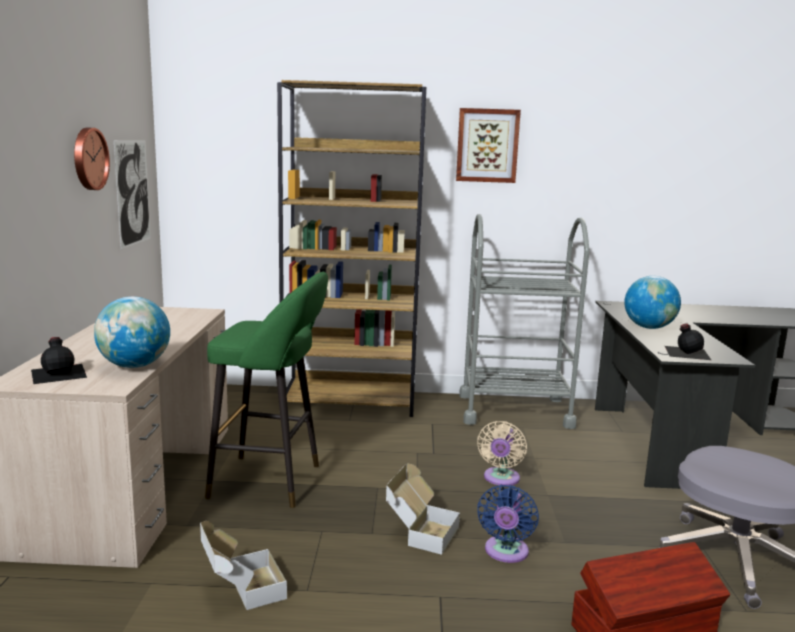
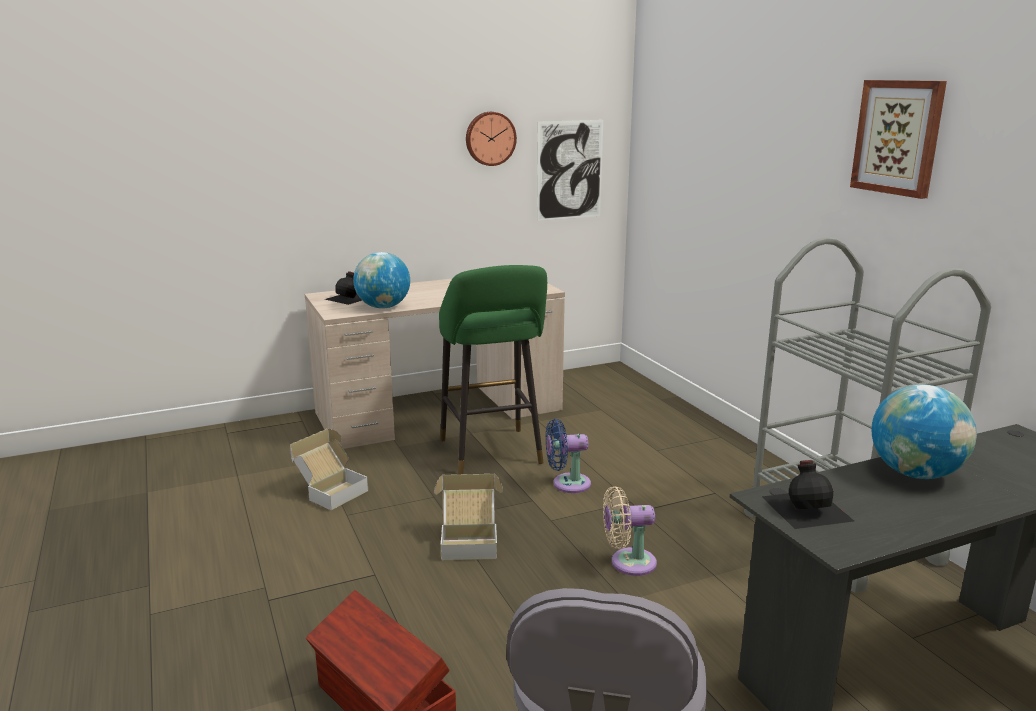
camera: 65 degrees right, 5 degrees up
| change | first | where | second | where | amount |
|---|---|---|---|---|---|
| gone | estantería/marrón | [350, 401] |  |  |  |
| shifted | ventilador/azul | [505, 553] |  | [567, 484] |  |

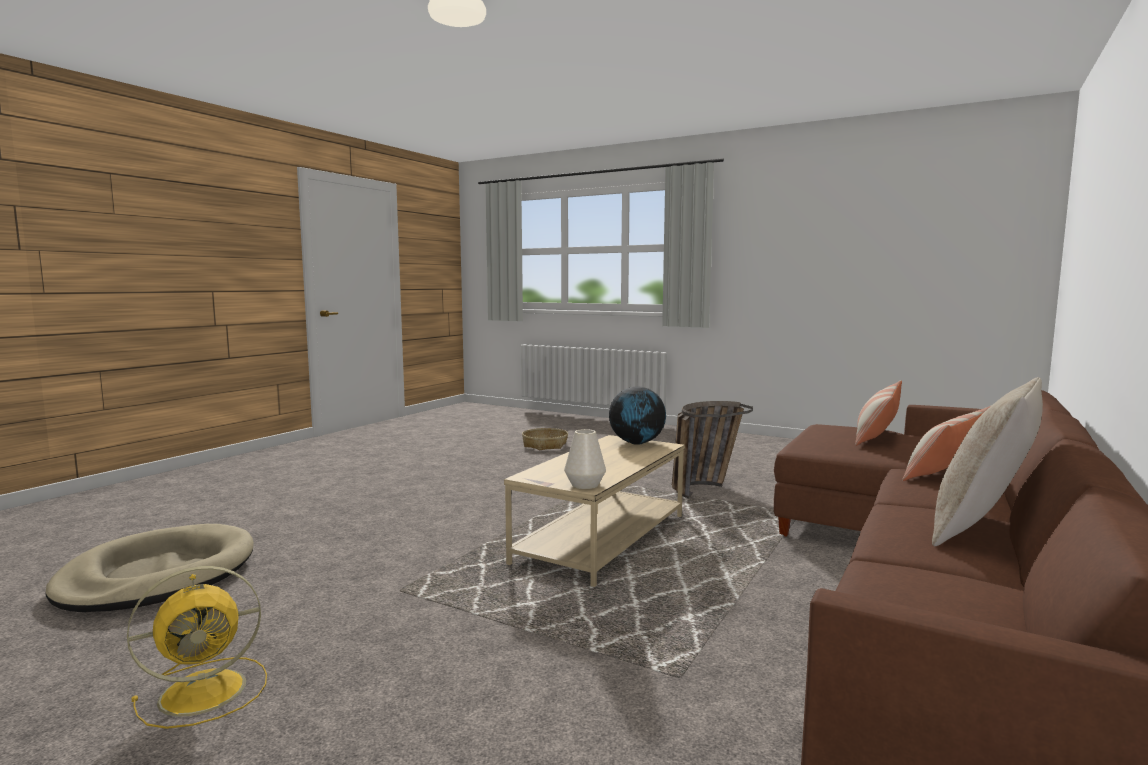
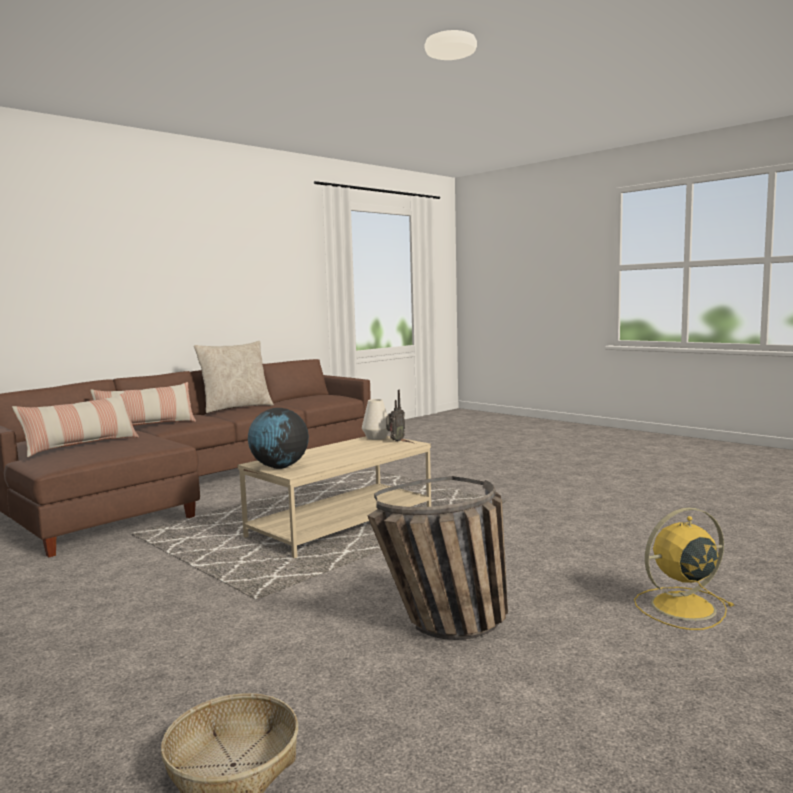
camera: 165 degrees left, 0 degrees up
| change | first | where | second | where | amount |
|---|---|---|---|---|---|
| gone | cama para perro/beis | [158, 575] |  |  |  |
| shifted | ventilador/amarillo | [207, 691] |  | [680, 607] |  |
| shifted | cesta | [705, 488] |  | [446, 629] |  |
| new |  |  | radio | [395, 441] |  |

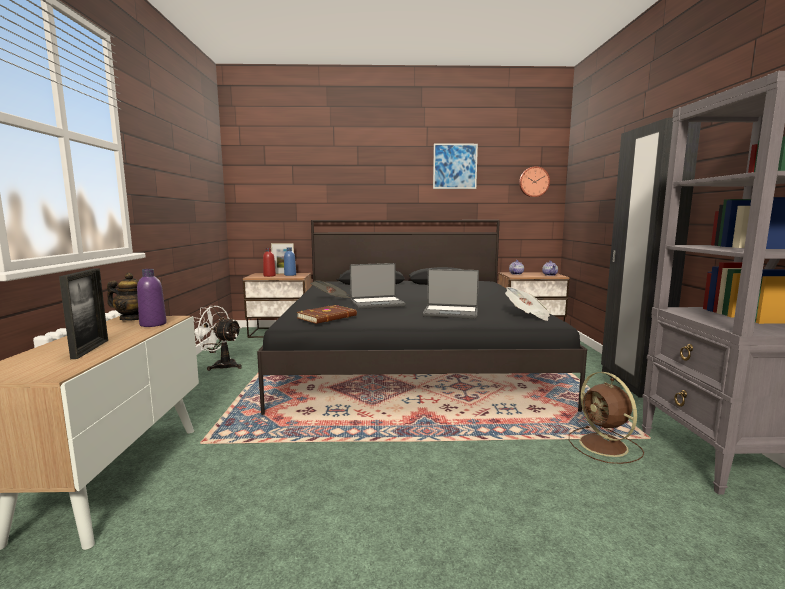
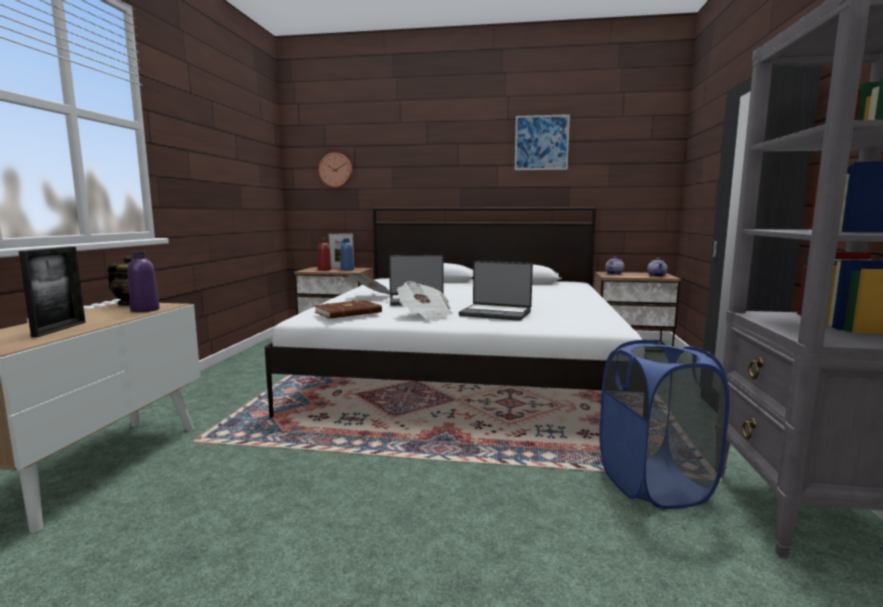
camera: 10 degrees right, 0 degrees up
| change | first | where | second | where | amount |
|---|---|---|---|---|---|
| gone | ventilador/blanco | [220, 365] |  |  |  |
| repainted | cama/negro | [411, 358] | cama/blanco | [468, 368] |  |
| shifted | periódico | [528, 316] |  | [424, 316] |  |
| shifted | reloj de pared | [533, 182] |  | [336, 170] |  |
| swapped | ventilador/marrón | [605, 446] | cesto de la ropa/azul | [654, 484] |  |

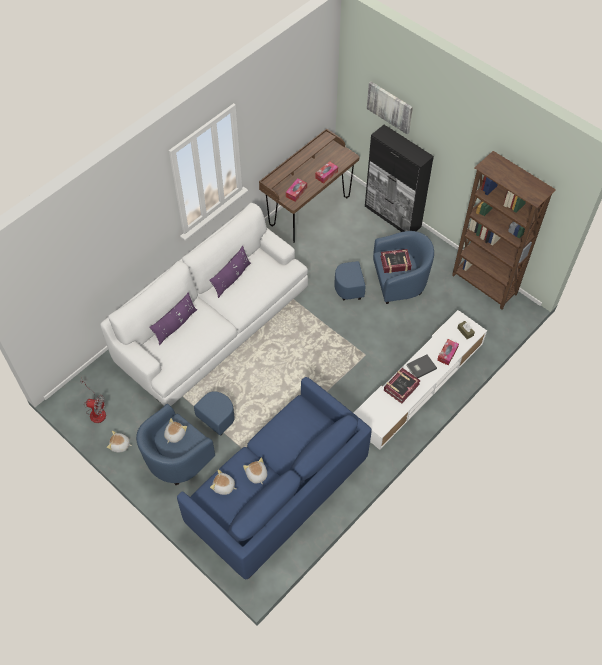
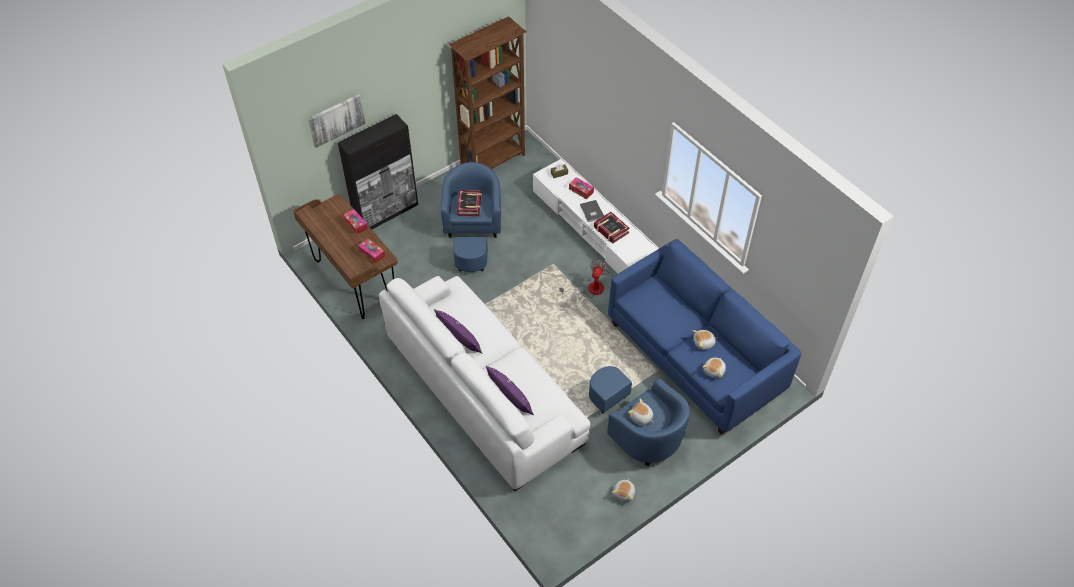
camera: 80 degrees left, 5 degrees down
| change | first | where | second | where | amount |
|---|---|---|---|---|---|
| shifted | ventilador | [95, 411] |  | [590, 290] |  |

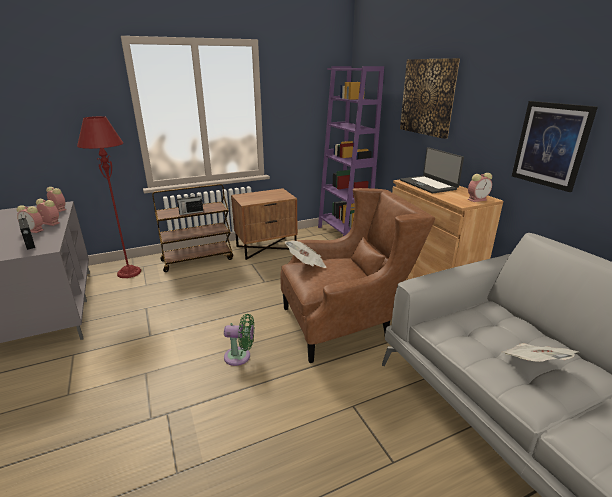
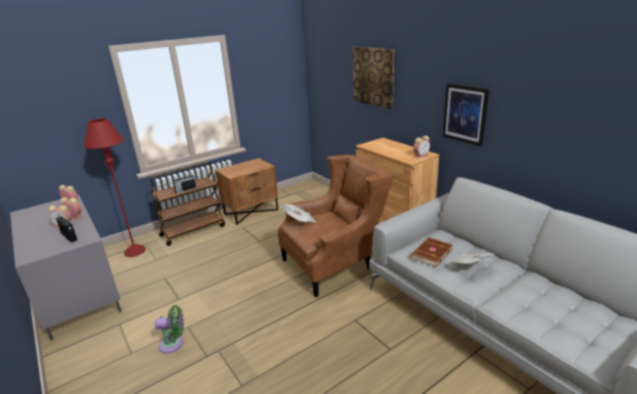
camera: 10 degrees left, 0 degrees up
| change | first | where | second | where | amount |
|---|---|---|---|---|---|
| shifted | ventilador/verde | [240, 356] |  | [173, 344] |  |
| gone | estantería/morado | [343, 234] |  |  |  |
| gone | portátil | [428, 185] |  |  |  |
| new |  |  | libro/marrón | [430, 253] |  |

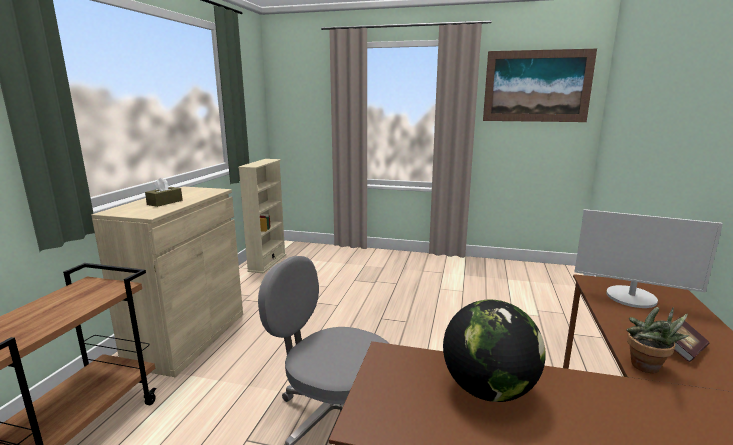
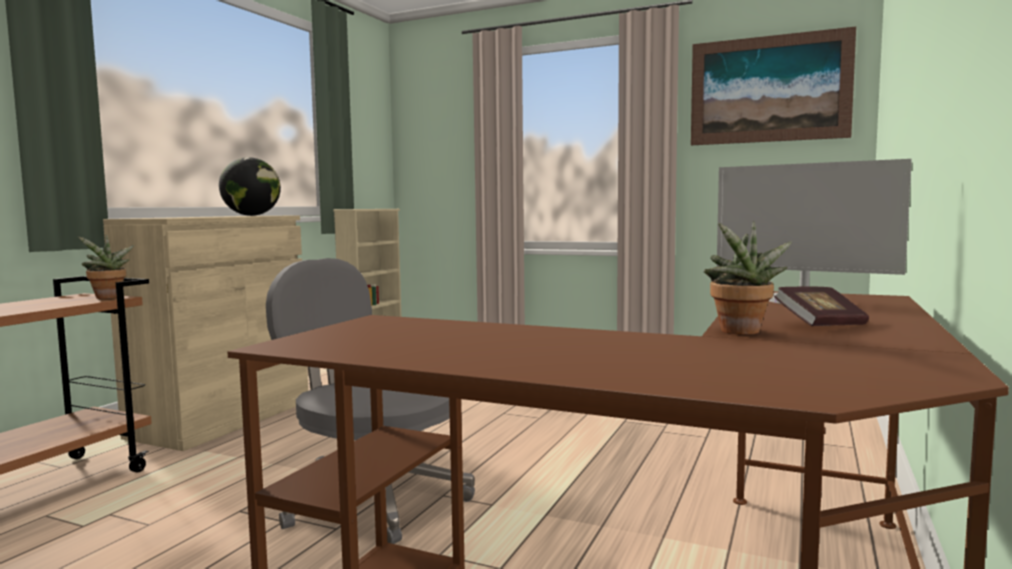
camera: 10 degrees right, 10 degrees down
| change | first | where | second | where | amount |
|---|---|---|---|---|---|
| gone | caja de pañuelos/marrón | [165, 202] |  |  |  |
| shifted | globo terráqueo | [488, 390] |  | [251, 215] |  |
| new |  |  | planta en maceta | [108, 298] |  |

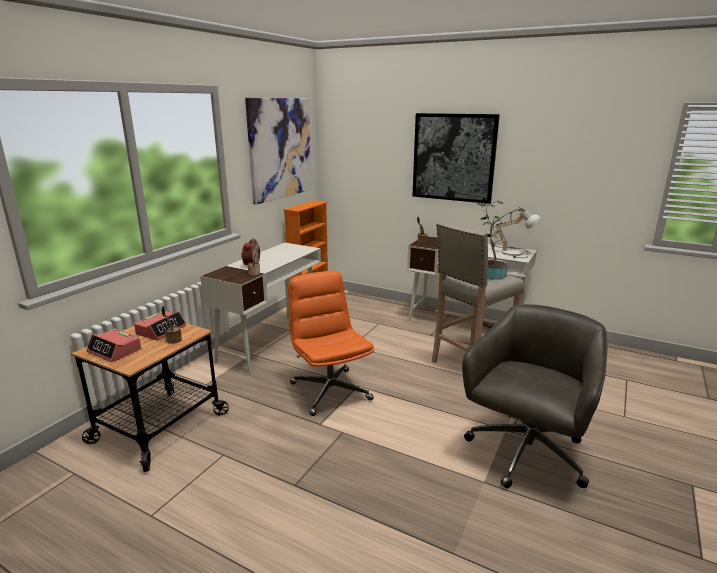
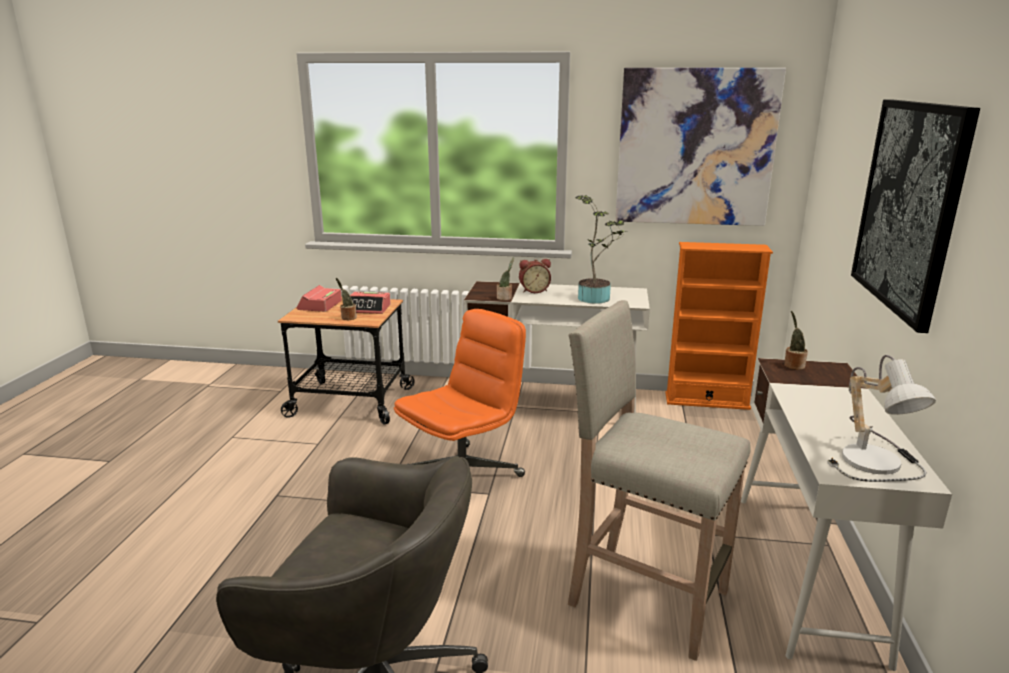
camera: 70 degrees right, 0 degrees up
| change | first | where | second | where | amount |
|---|---|---|---|---|---|
| shifted | planta en maceta | [491, 274] |  | [596, 297] |  |

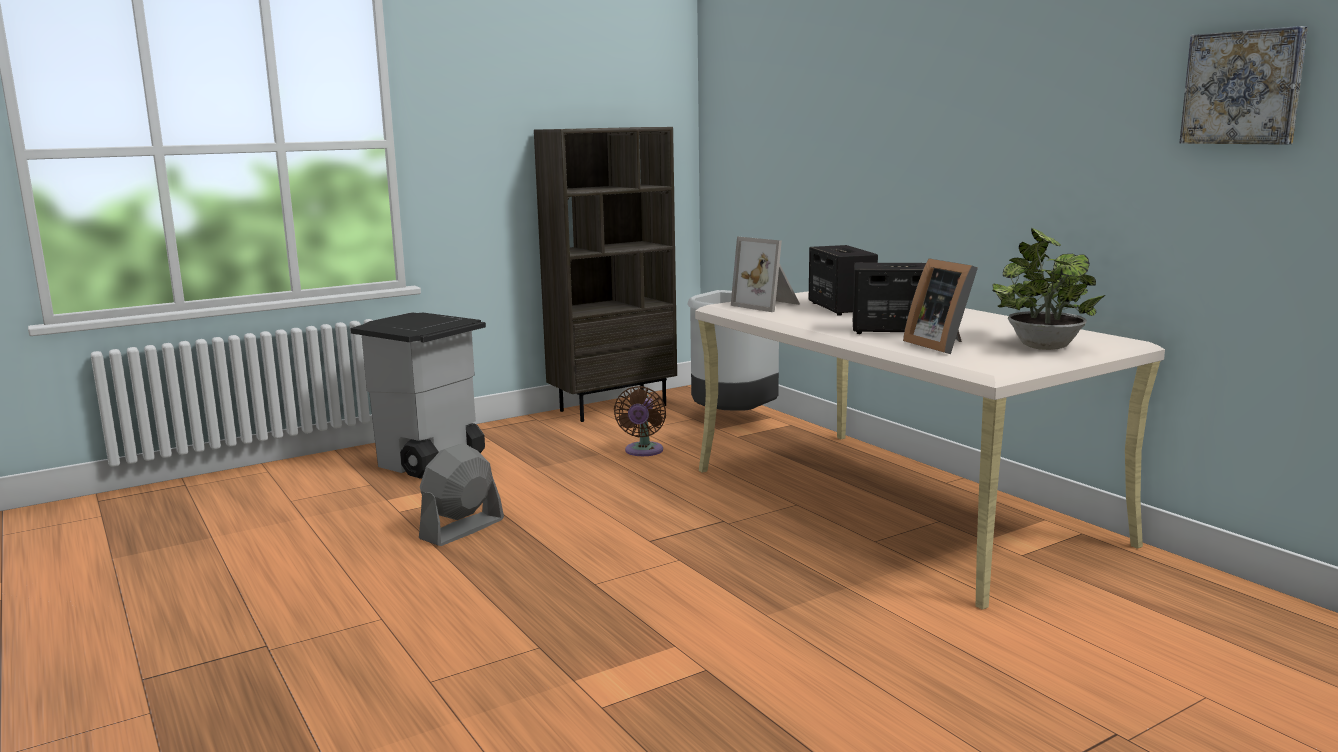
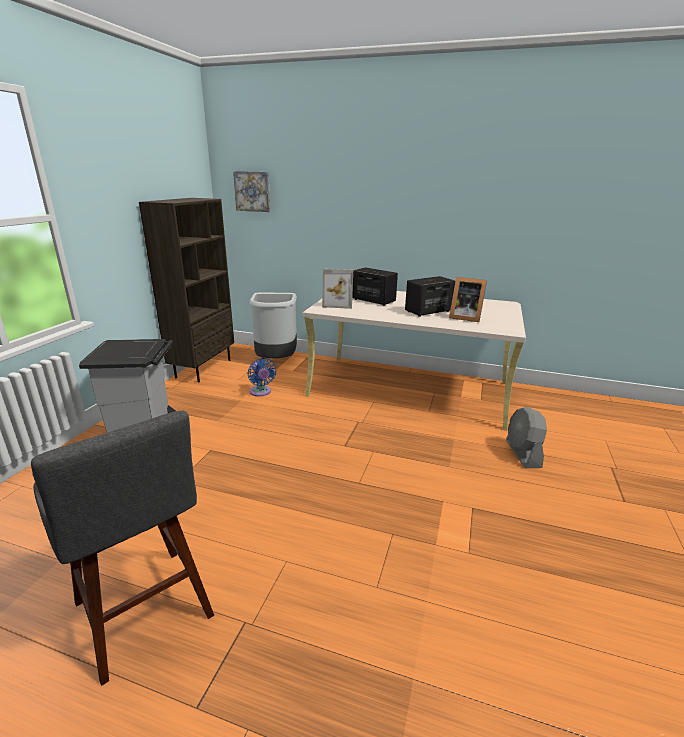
camera: 40 degrees left, 10 degrees up
| change | first | where | second | where | amount |
|---|---|---|---|---|---|
| shifted | ventilador/gris | [462, 529] |  | [523, 453] |  |
| repainted | ventilador/marrón | [643, 451] | ventilador/azul | [261, 392] |  |
| gone | planta en maceta | [1042, 345] |  |  |  |
| shifted | cuadro | [1243, 88] |  | [253, 191] |  |
| new |  |  | taburete/gris | [146, 614] |  |

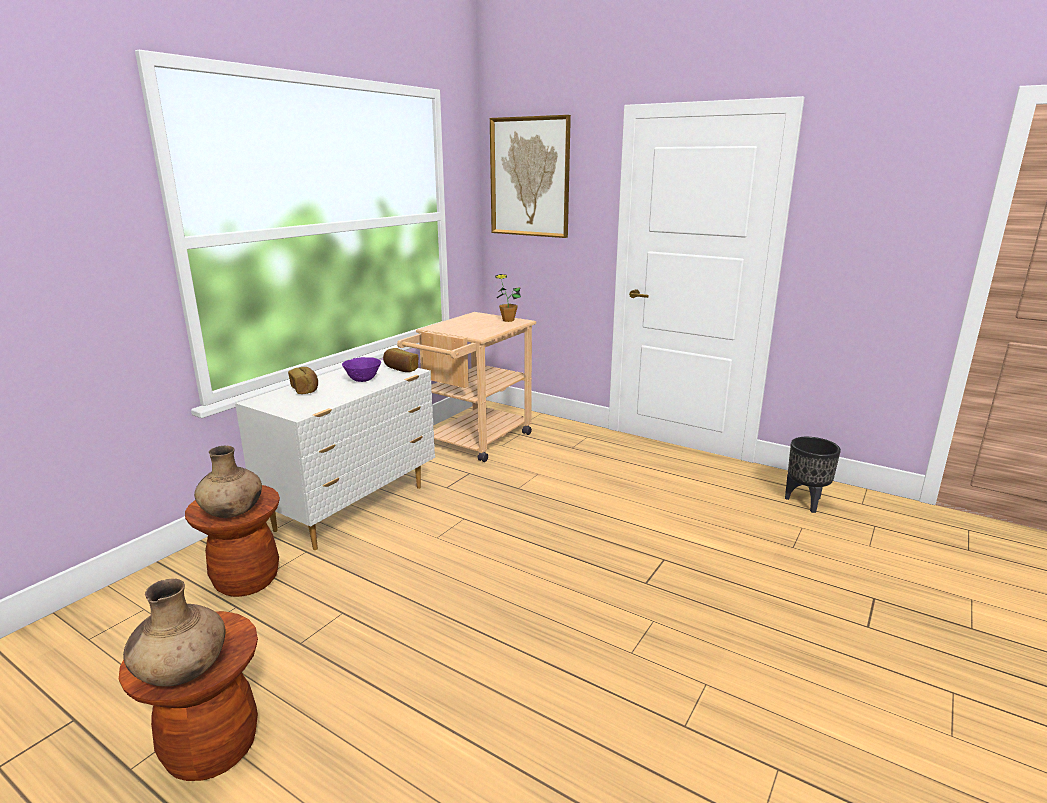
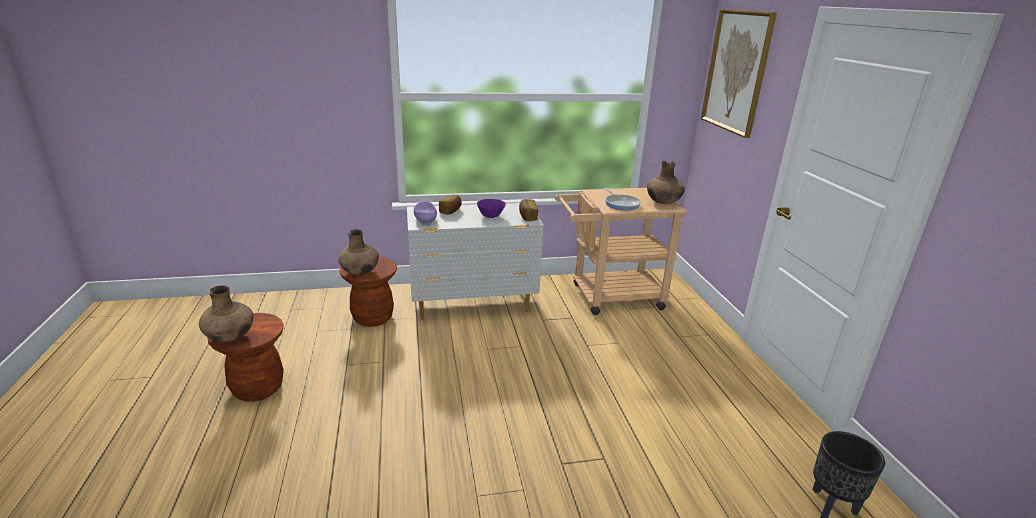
camera: 45 degrees right, 5 degrees up
| change | first | where | second | where | amount |
|---|---|---|---|---|---|
| swapped | planta en maceta | [508, 320] | florero/marrón | [663, 203] |  |
| new |  |  | cuenco/morado | [425, 220] |  |
| new |  |  | sartén | [621, 204] |  |

